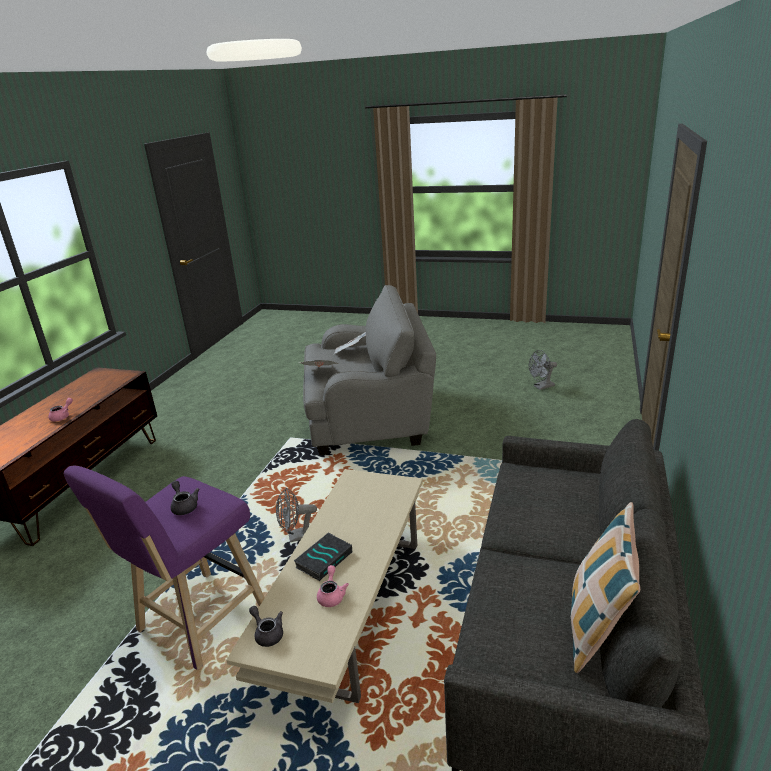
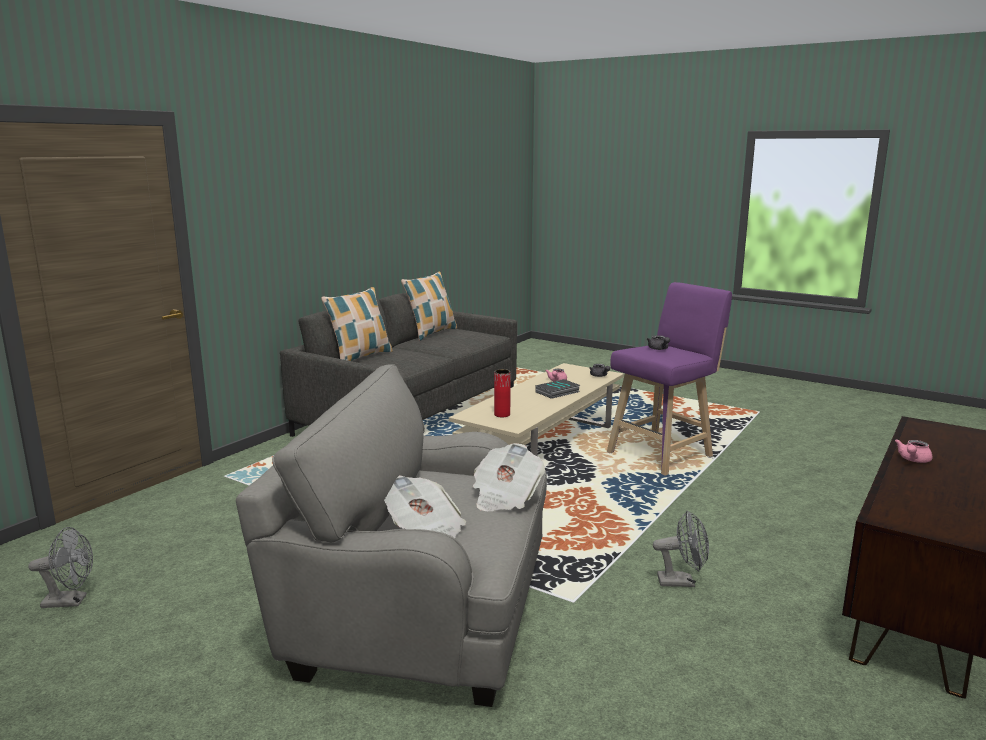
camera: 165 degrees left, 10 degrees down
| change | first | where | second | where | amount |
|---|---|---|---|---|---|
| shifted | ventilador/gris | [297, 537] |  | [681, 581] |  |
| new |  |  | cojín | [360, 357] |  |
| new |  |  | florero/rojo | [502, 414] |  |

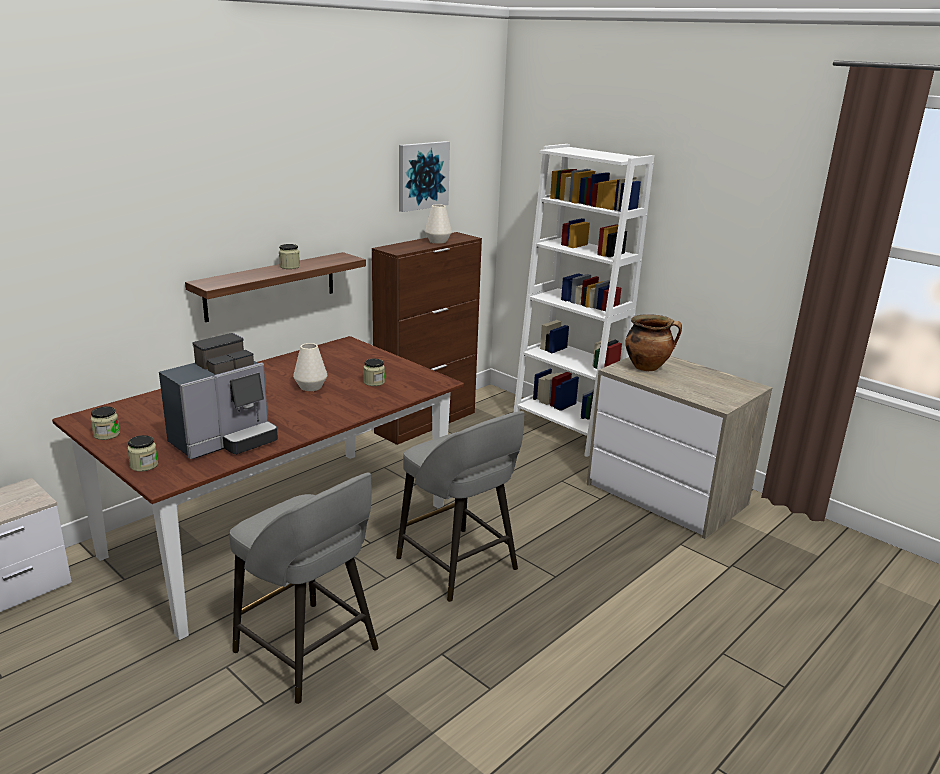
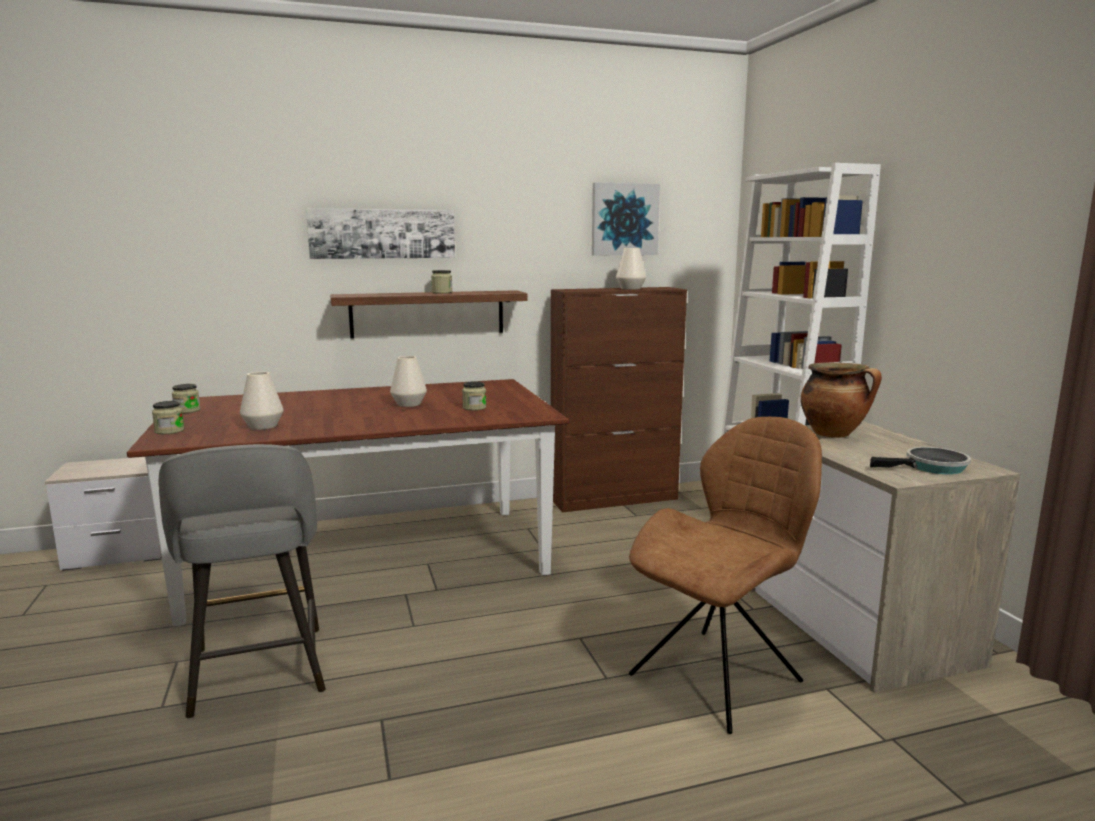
camera: 30 degrees right, 10 degrees down
| change | first | where | second | where | amount |
|---|---|---|---|---|---|
| swapped | cafetera | [225, 441] | florero/blanco | [263, 426] |  |
| gone | taburete/gris | [459, 565] |  |  |  |
| new |  |  | cuadro | [382, 233] |  |
| new |  |  | silla/marrón | [719, 676] |  |
| new |  |  | sartén | [931, 467] |  |

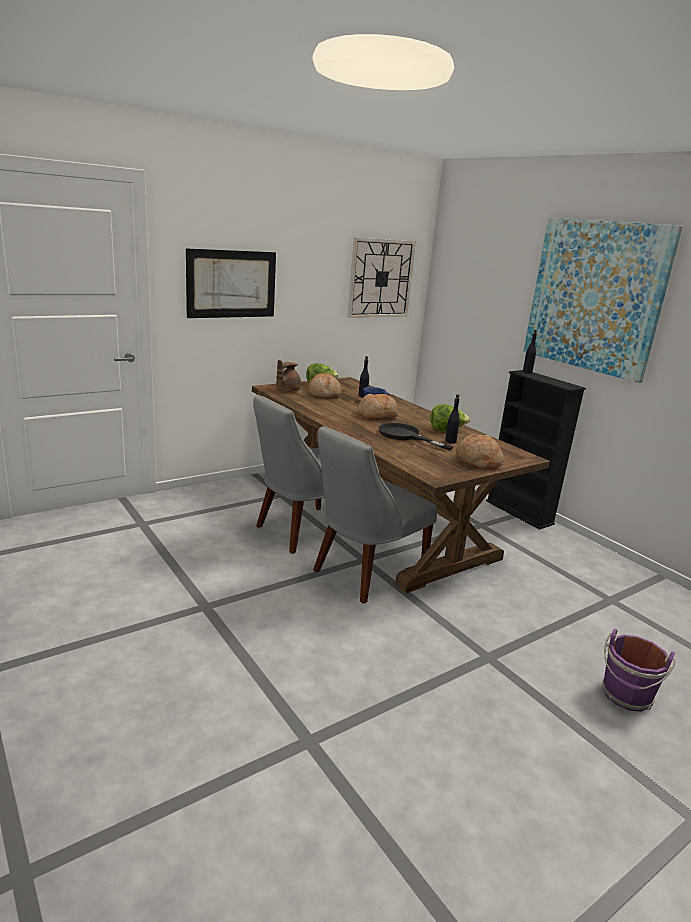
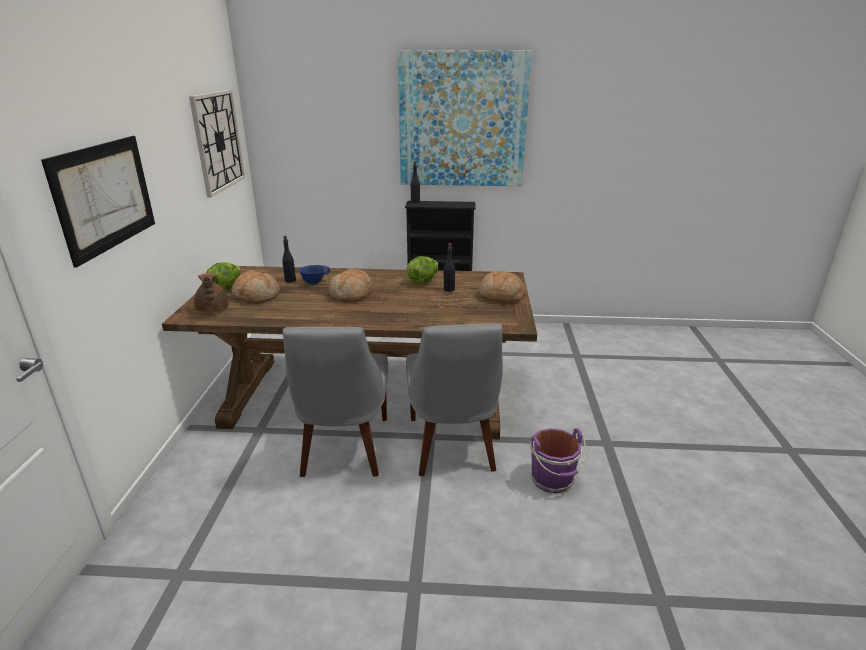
camera: 50 degrees left, 5 degrees up
| change | first | where | second | where | amount |
|---|---|---|---|---|---|
| gone | sartén/negro | [405, 436] |  |  |  |
| shifted | cubo/morado | [626, 696] |  | [553, 480] |  |

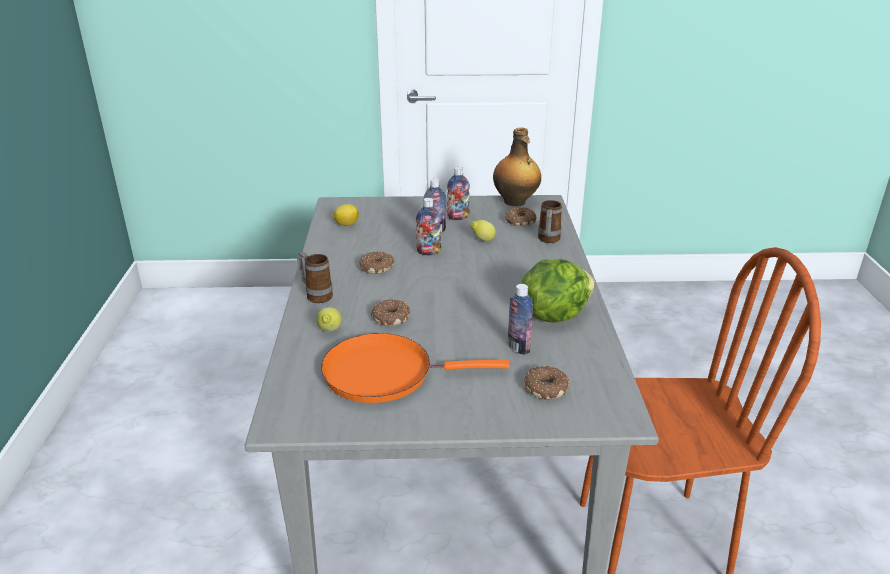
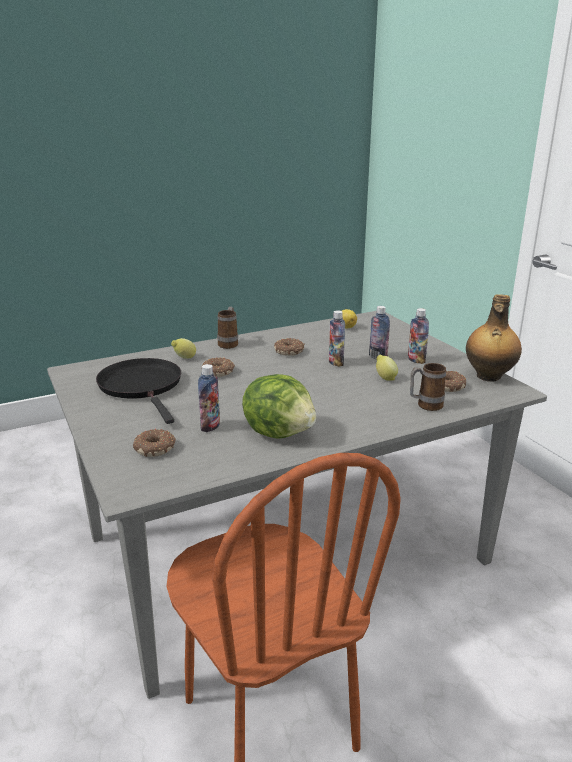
camera: 65 degrees right, 5 degrees down
| change | first | where | second | where | amount |
|---|---|---|---|---|---|
| repainted | sartén/naranja | [385, 373] | sartén/negro | [142, 386] |  |

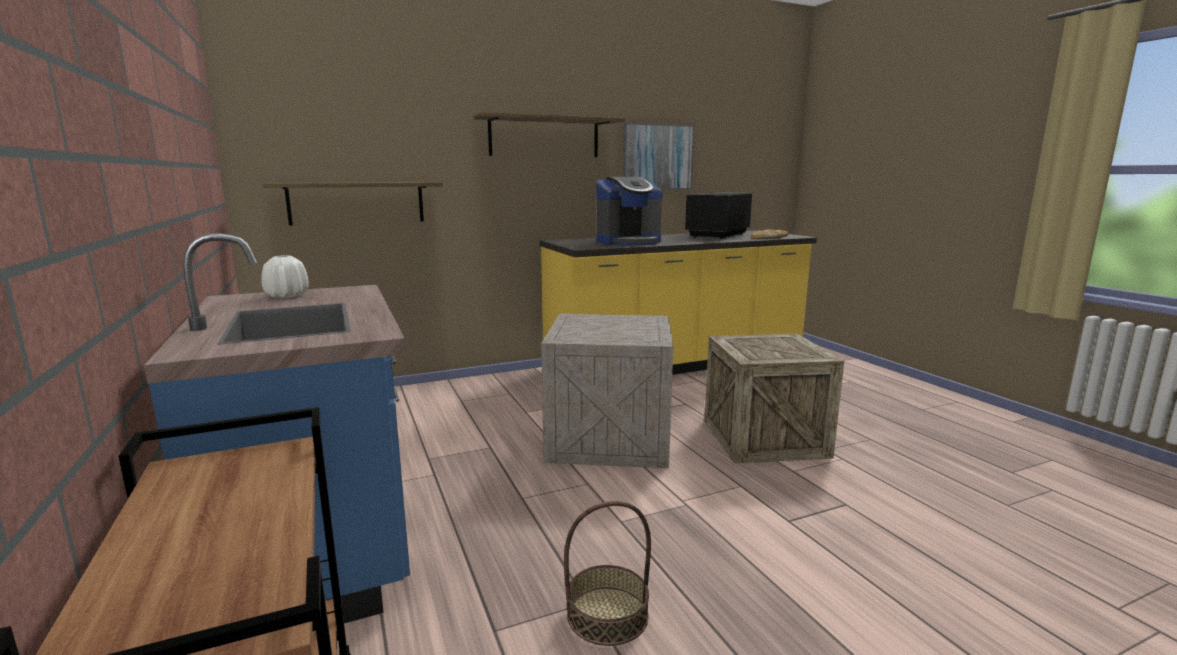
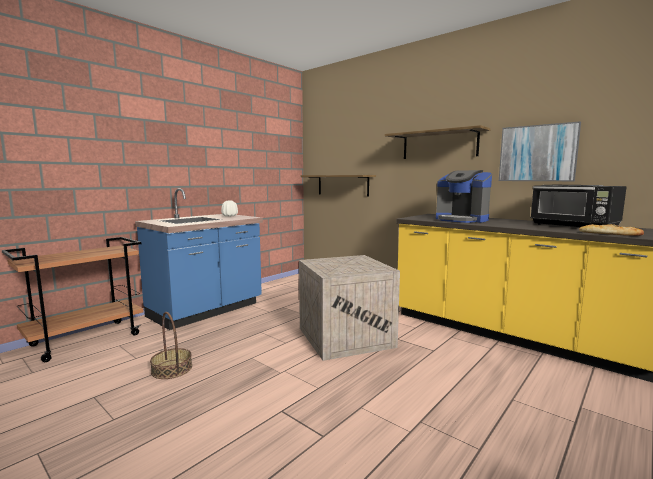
camera: 65 degrees right, 5 degrees down
| change | first | where | second | where | amount |
|---|---|---|---|---|---|
| rotated | microondas/negro | [716, 235] |  | [574, 226] | 135 degrees counterclockwise |
| gone | caja de embalaje | [764, 438] |  |  |  |

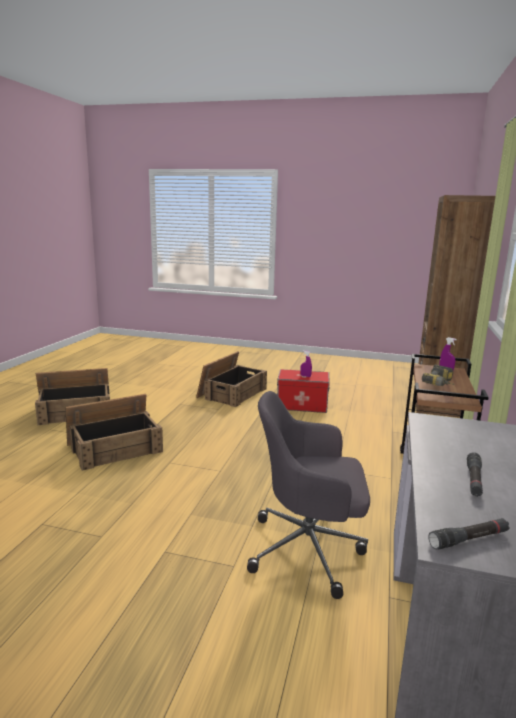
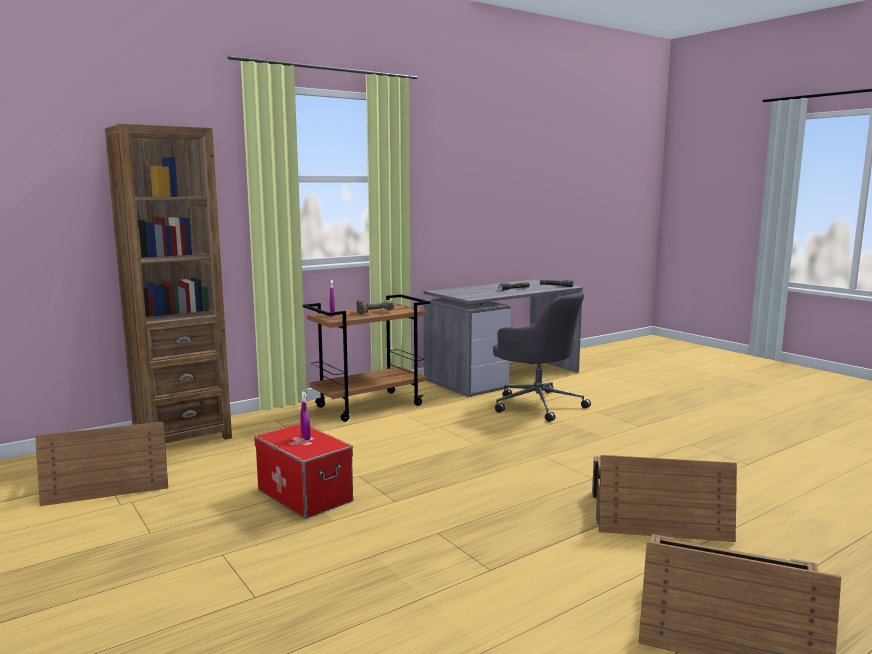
camera: 140 degrees left, 5 degrees down
| change | first | where | second | where | amount |
|---|---|---|---|---|---|
| shifted | caja de embalaje | [232, 393] |  | [107, 482] |  |

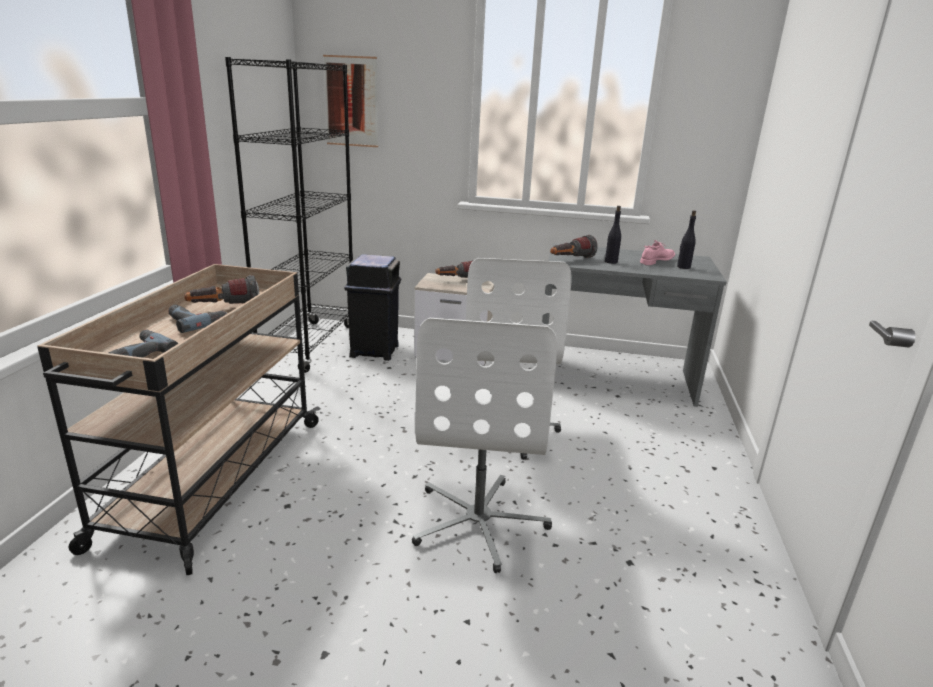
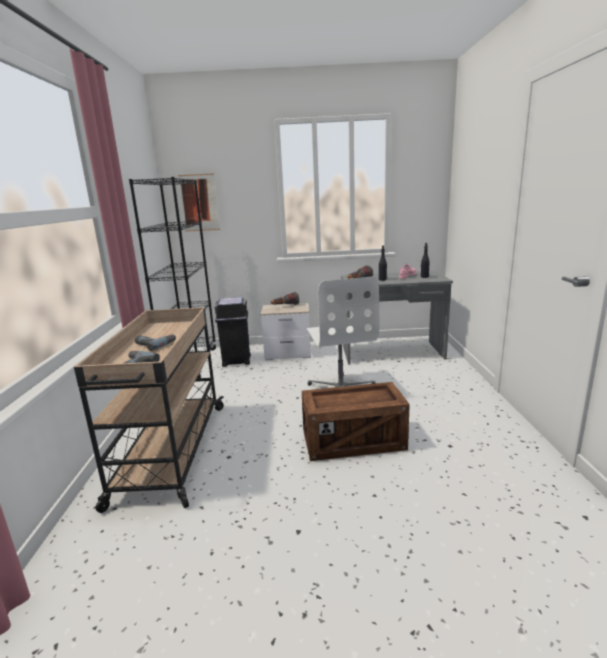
camera: 10 degrees left, 5 degrees down
| change | first | where | second | where | amount |
|---|---|---|---|---|---|
| gone | linterna | [224, 308] |  |  |  |
| swapped | silla de oficina/blanco | [479, 521] | caja de embalaje | [353, 442] |  |

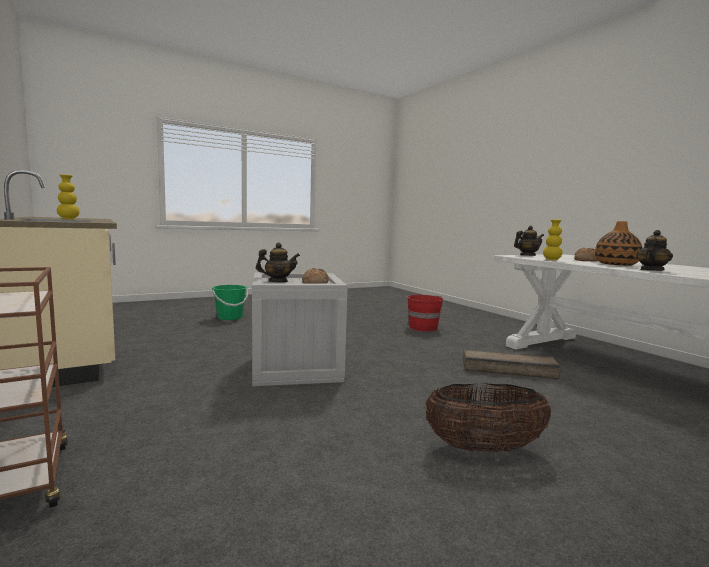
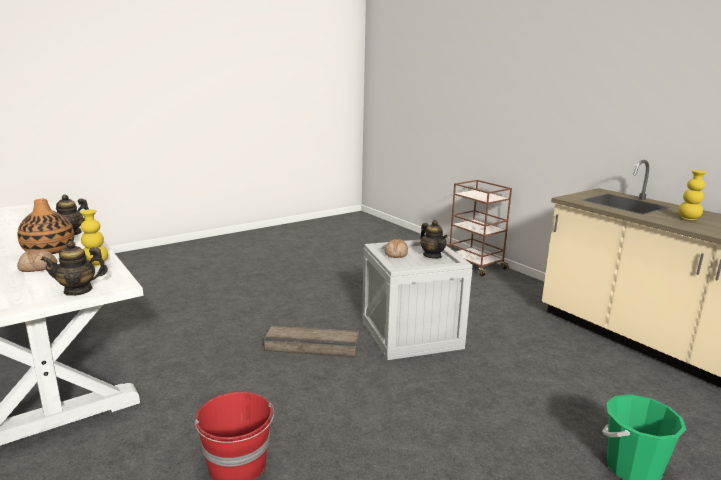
camera: 175 degrees right, 10 degrees up
| change | first | where | second | where | amount |
|---|---|---|---|---|---|
| rotated | tetera | [278, 282] |  | [432, 256] | 105 degrees counterclockwise |
| gone | cesta | [484, 448] |  |  |  |
| shifted | caja de embalaje | [509, 370] |  | [312, 345] |  |

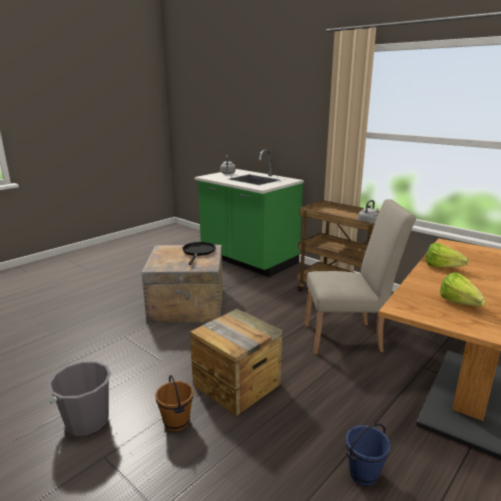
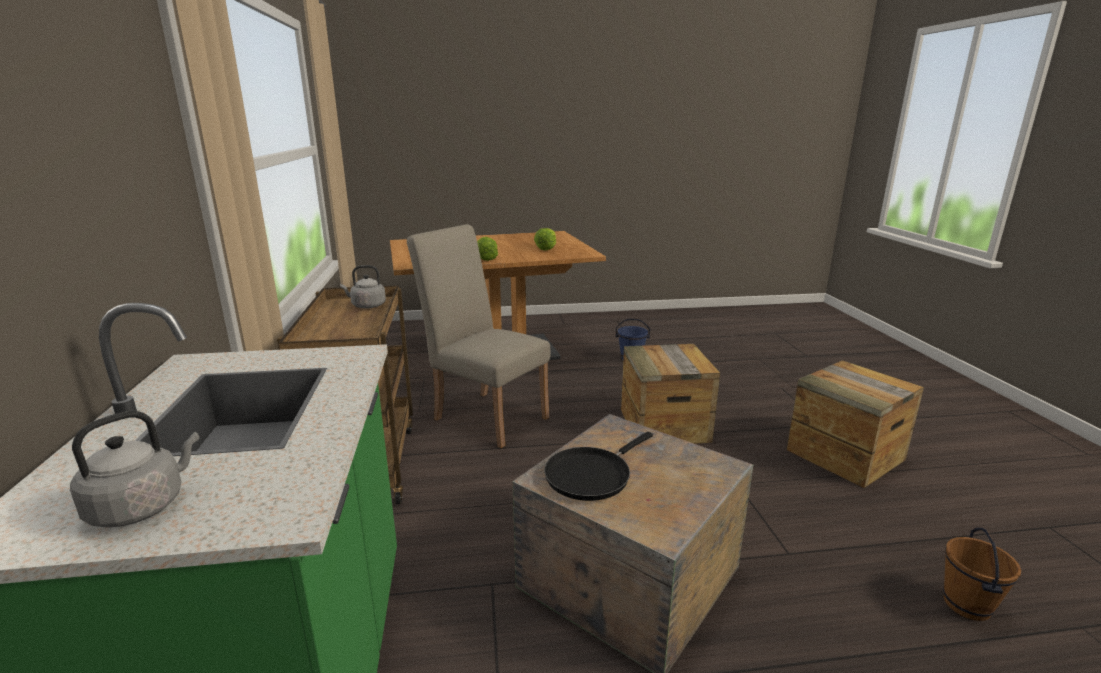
camera: 140 degrees left, 0 degrees up
| change | first | where | second | where | amount |
|---|---|---|---|---|---|
| swapped | cubo/gris | [87, 421] | caja de embalaje | [845, 454] |  |
| shifted | cubo/marrón | [176, 422] |  | [967, 605] |  |

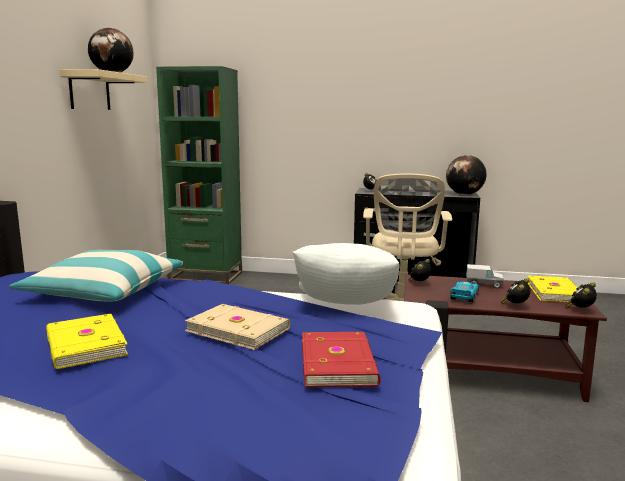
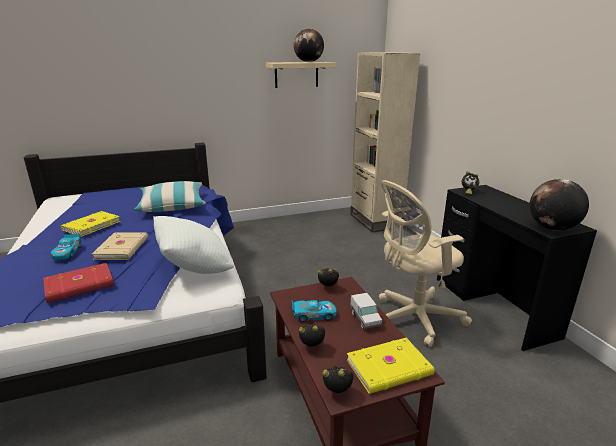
camera: 60 degrees right, 10 degrees up
| change | first | where | second | where | amount |
|---|---|---|---|---|---|
| repainted | estantería/verde | [205, 276] | estantería/beis | [375, 221] |  |
| new |  |  | coche de juguete | [67, 252] |  |

